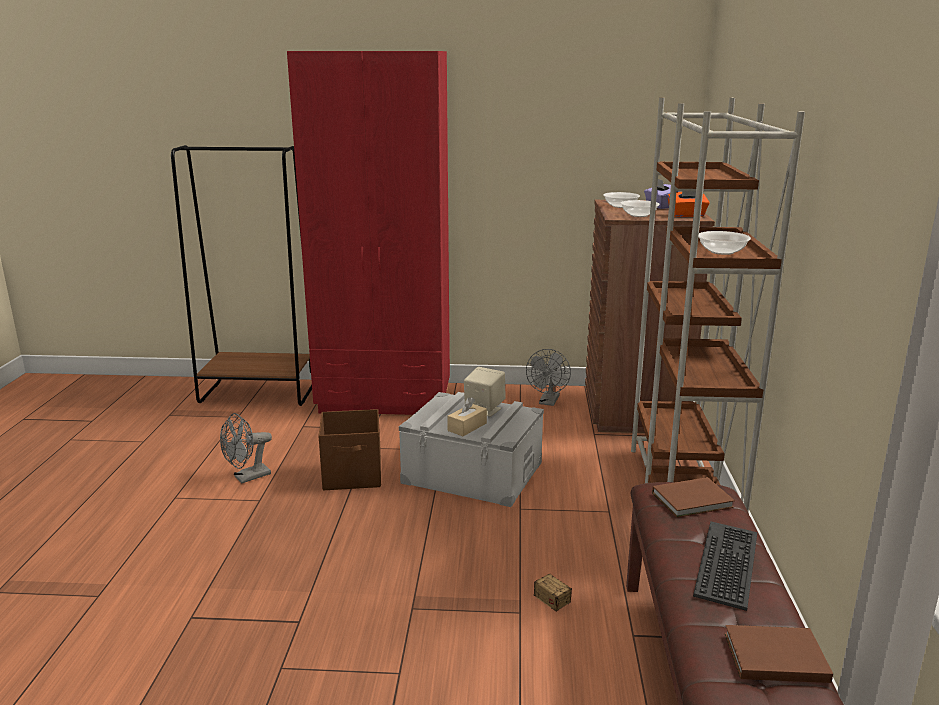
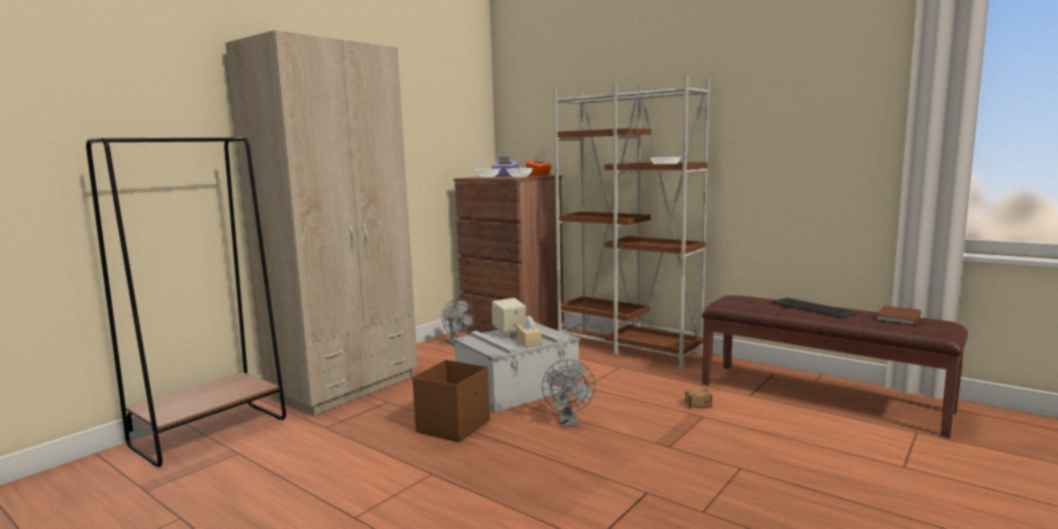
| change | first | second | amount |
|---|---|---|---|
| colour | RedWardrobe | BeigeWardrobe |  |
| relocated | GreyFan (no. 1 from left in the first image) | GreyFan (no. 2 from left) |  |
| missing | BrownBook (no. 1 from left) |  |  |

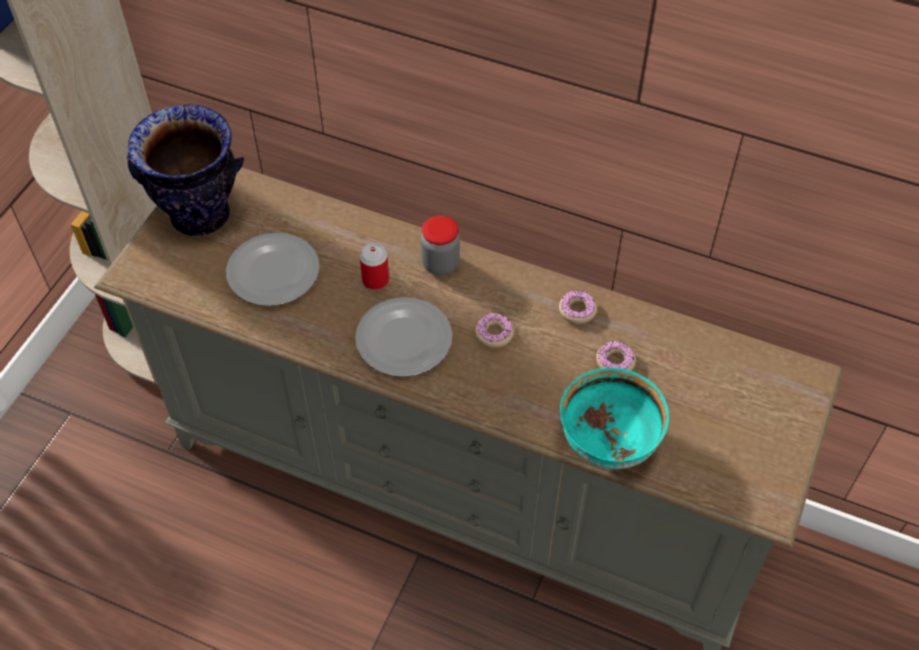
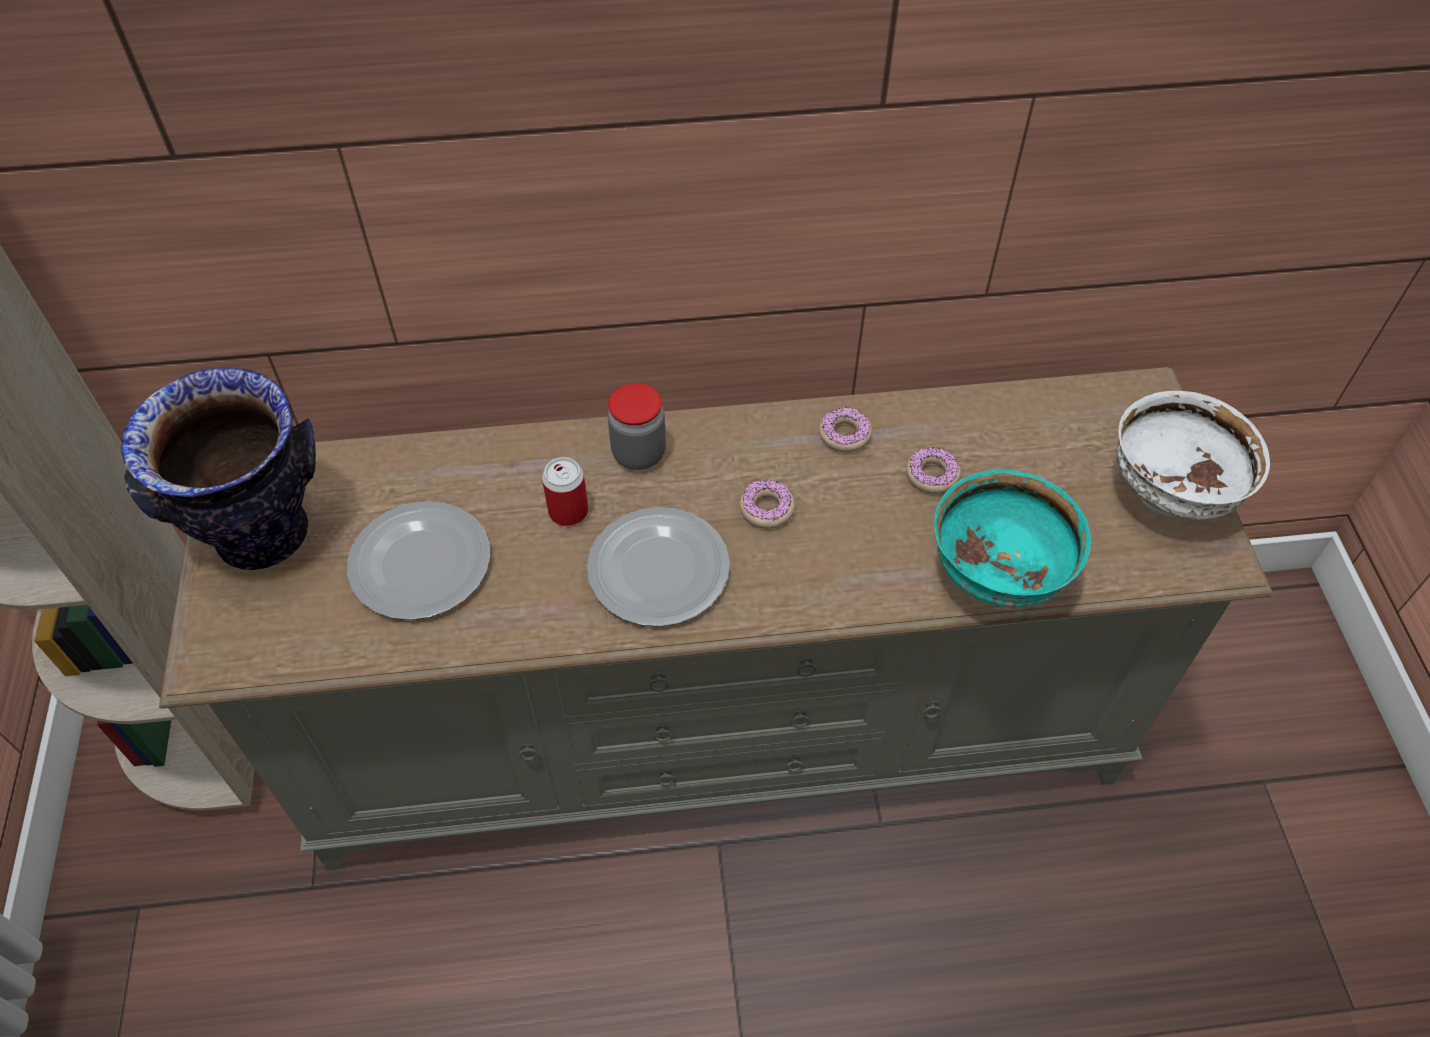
| change | first | second | amount |
|---|---|---|---|
| appeared |  | WhiteBowl |  |

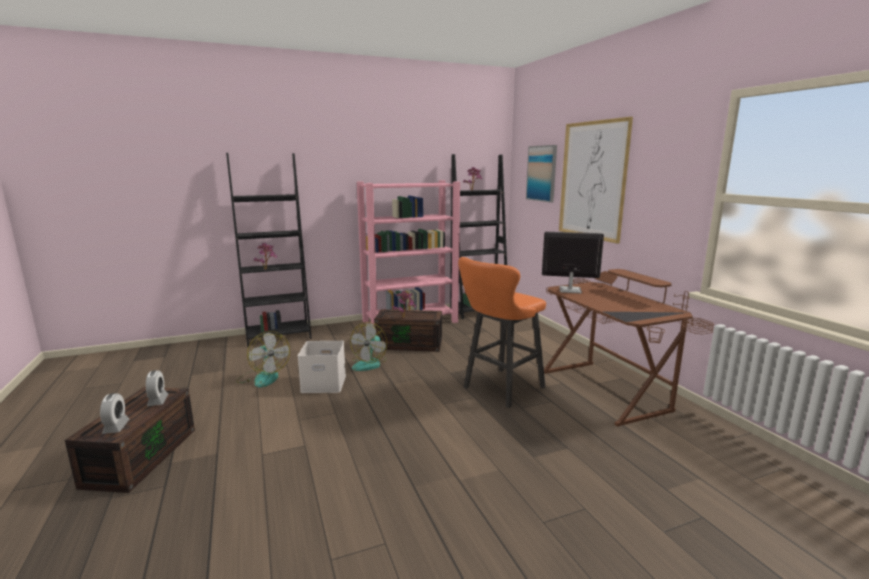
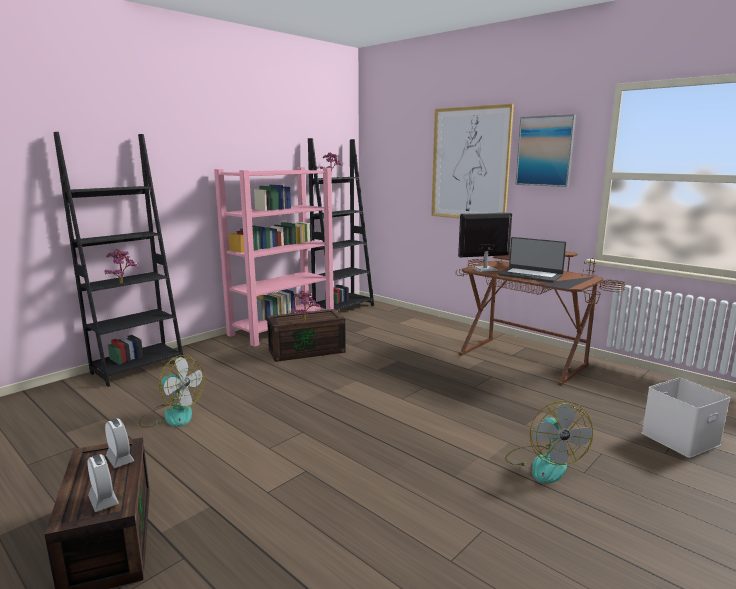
| change | first | second | amount |
|---|---|---|---|
| appeared |  | Laptop |  |
| relocated | Fan (no. 2 from left) |  |  |
| relocated | Picture (no. 1 from left in the first image) | Picture (no. 2 from left) |  |
| relocated | WhiteStorageBox |  |  |
| missing | OrangeStool |  |  |

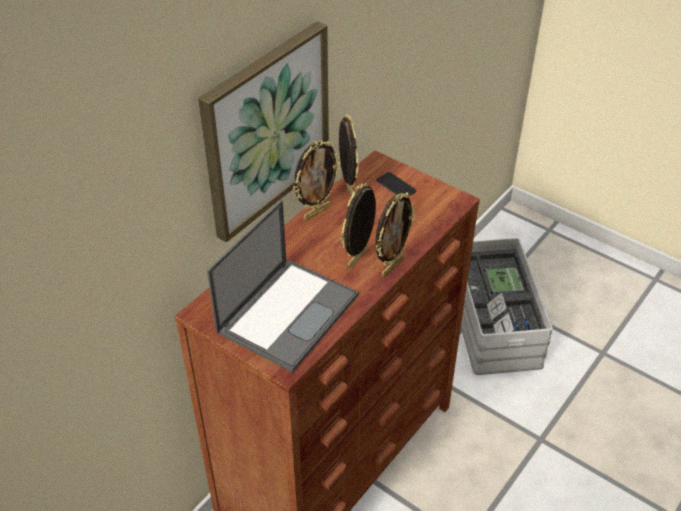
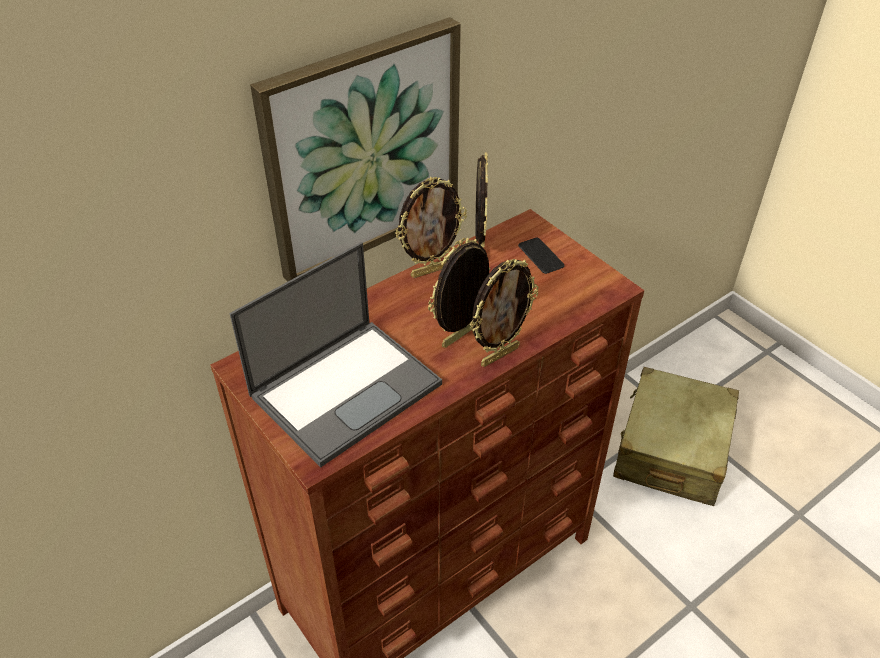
| change | first | second | amount |
|---|---|---|---|
| exchanged | GreyStorageBox | BeigeSuitcase |  |

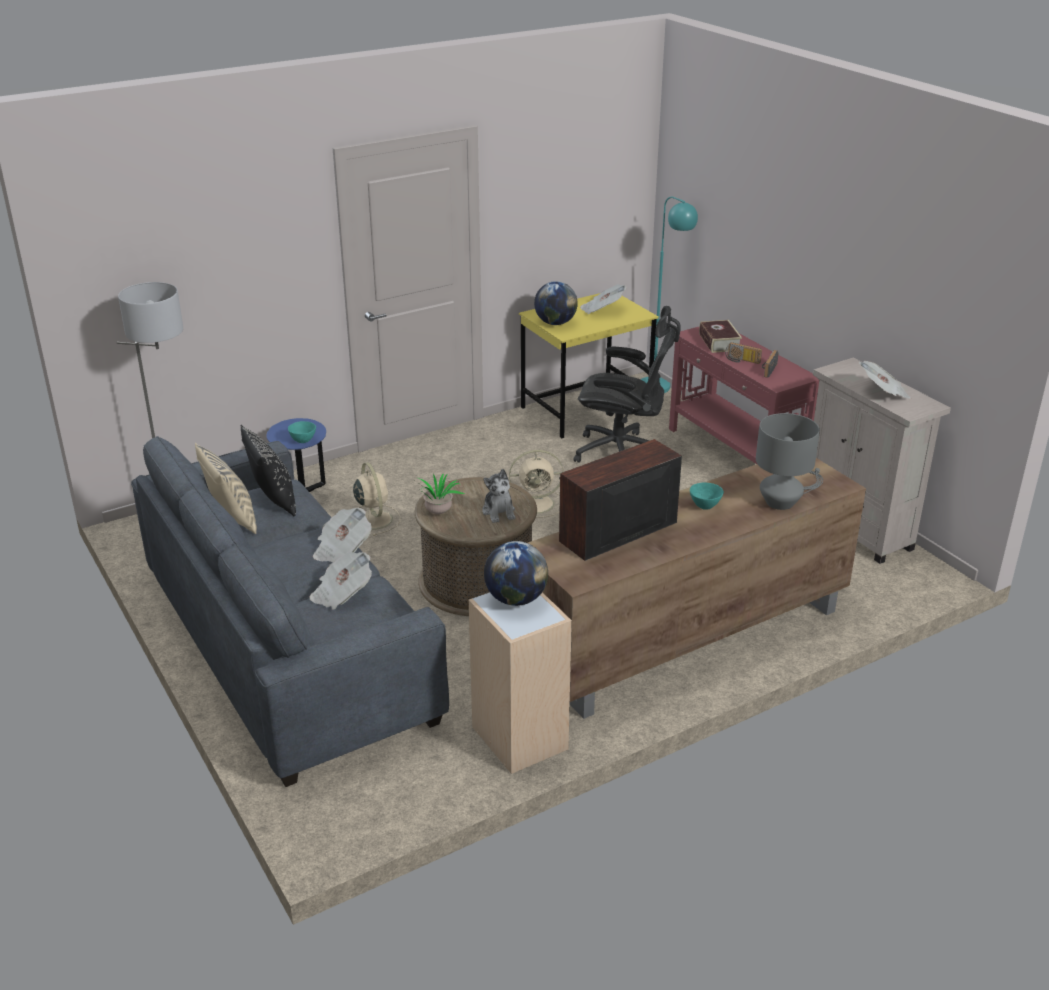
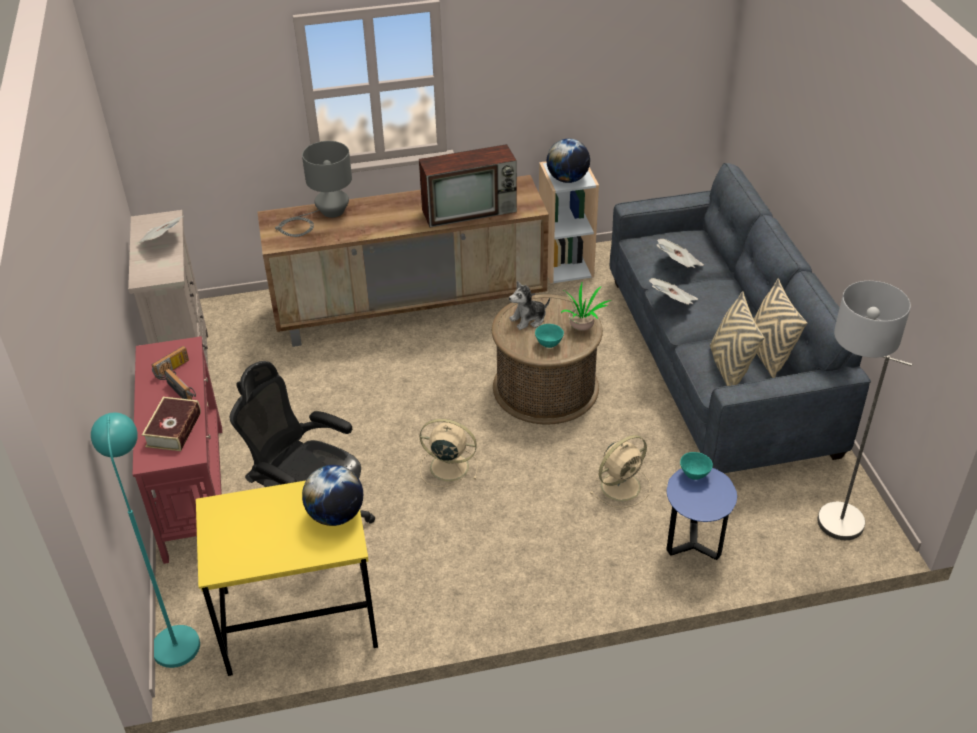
| change | first | second | amount |
|---|---|---|---|
| spun | PlushToy |  | 120 degrees counterclockwise |
| relocated | TurquoiseBowl (no. 2 from left in the first image) | TurquoiseBowl (no. 1 from left) |  |
| spun | BeigeFan (no. 1 from left in the first image) | BeigeFan (no. 2 from left) | 120 degrees counterclockwise |
| colour | BlackPillow | BeigePillow (no. 1 from left) |  |
| missing | Newspaper (no. 3 from left) |  |  |

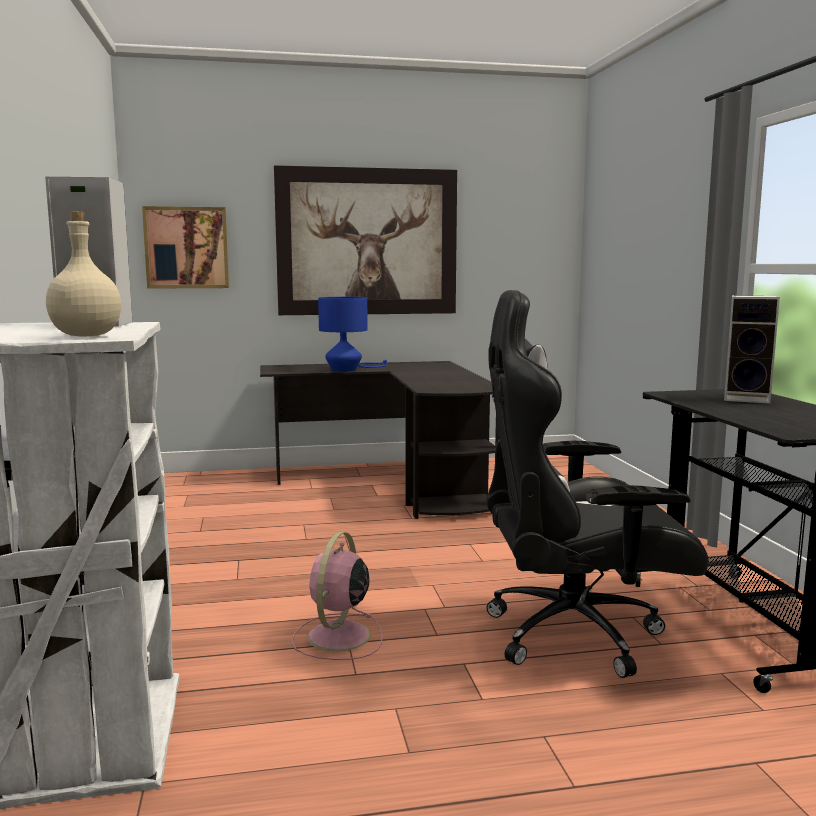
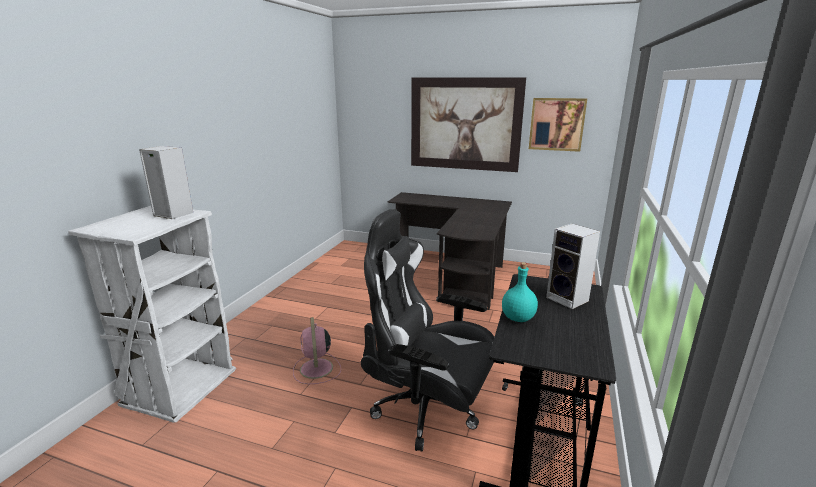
| change | first | second | amount |
|---|---|---|---|
| spun | PinkFan |  | 60 degrees counterclockwise |
| appeared |  | TurquoiseBottle |  |
| relocated | Picture (no. 1 from left in the first image) | Picture (no. 2 from left) |  |
| missing | BeigeBottle |  |  |
| missing | BlueTableLamp |  |  |

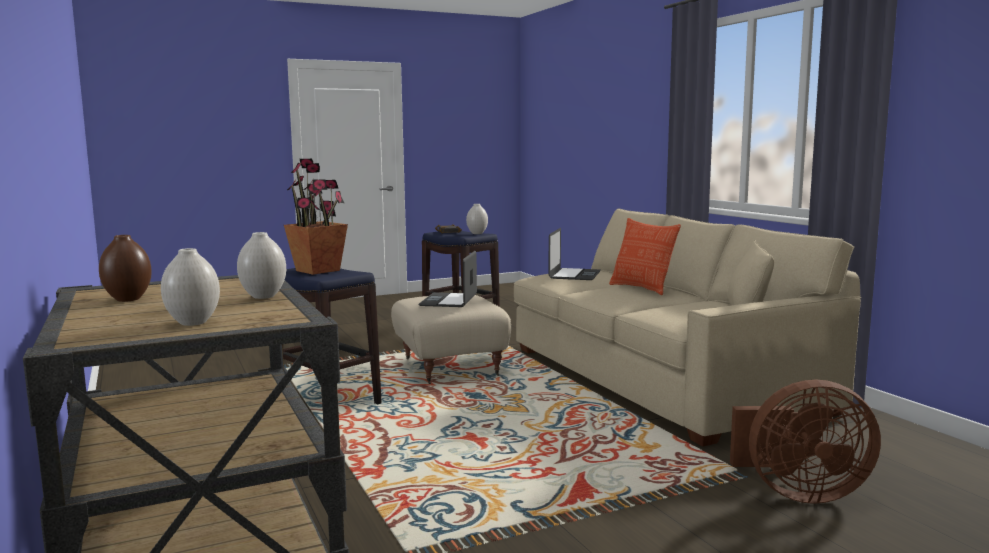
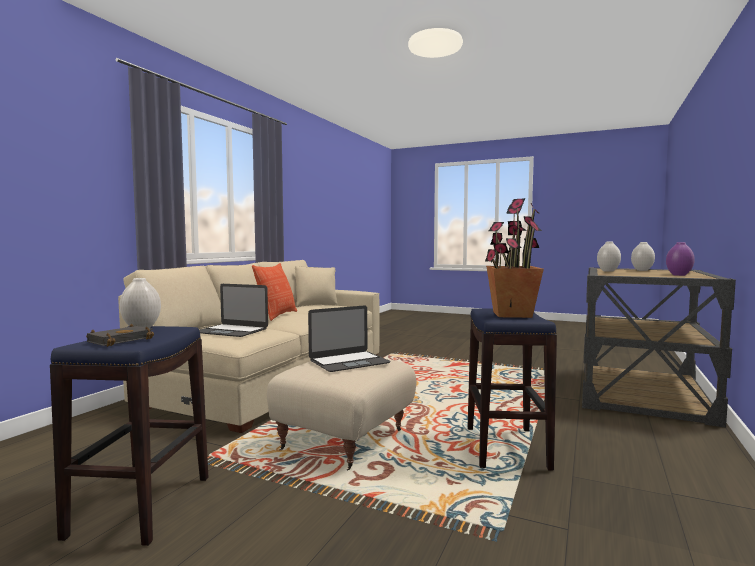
| change | first | second | amount |
|---|---|---|---|
| spun | Laptop (no. 2 from left in the first image) | Laptop (no. 1 from left) | 135 degrees counterclockwise |
| colour | BrownVase | PurpleVase |  |
| missing | BrownFan |  |  |

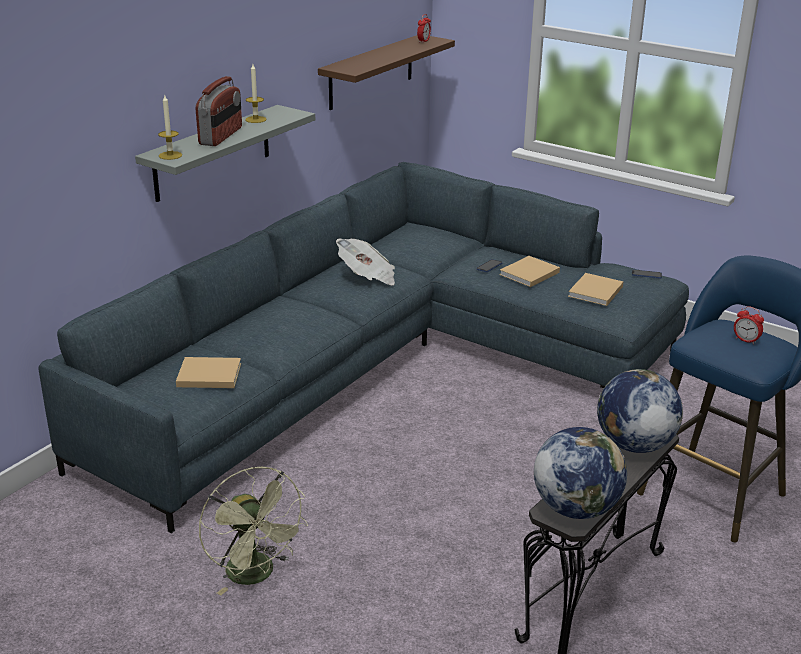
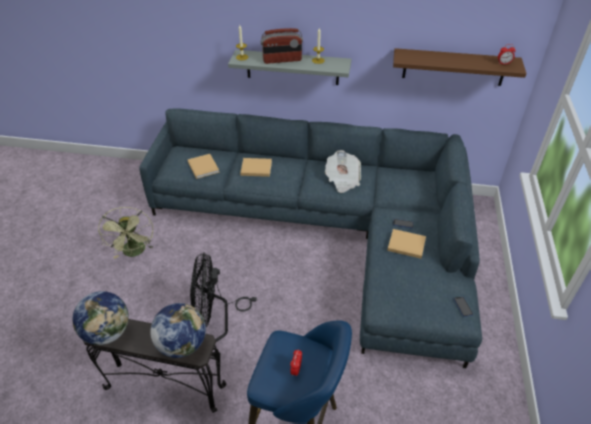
| change | first | second | amount |
|---|---|---|---|
| spun | GreenFan |  | 45 degrees counterclockwise |
| appeared |  | BlackFan |  |
| relocated | BeigeBook (no. 3 from left in the first image) | BeigeBook (no. 2 from left) |  |

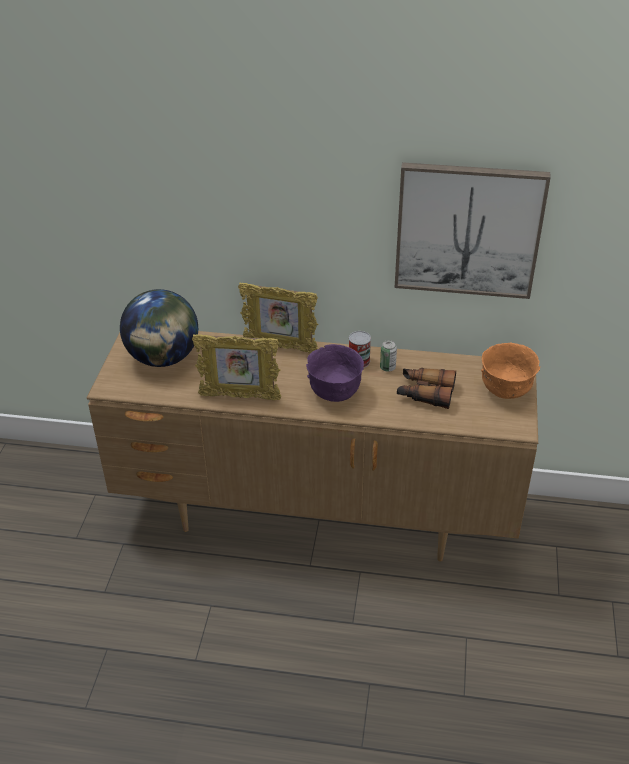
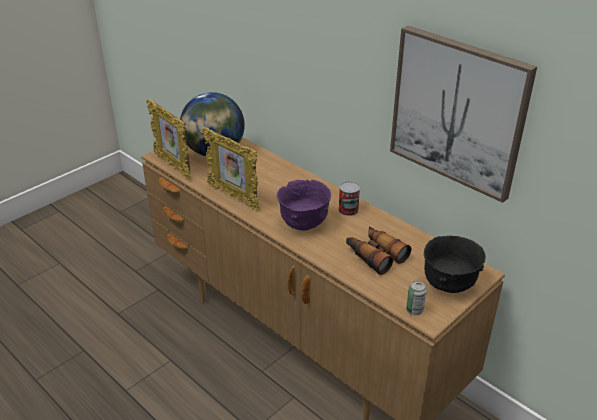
| change | first | second | amount |
|---|---|---|---|
| relocated | PictureFrame (no. 2 from left in the first image) | PictureFrame (no. 1 from left) |  |
| relocated | Can (no. 2 from left) |  |  |
| colour | OrangeBowl | BlackBowl |  |

